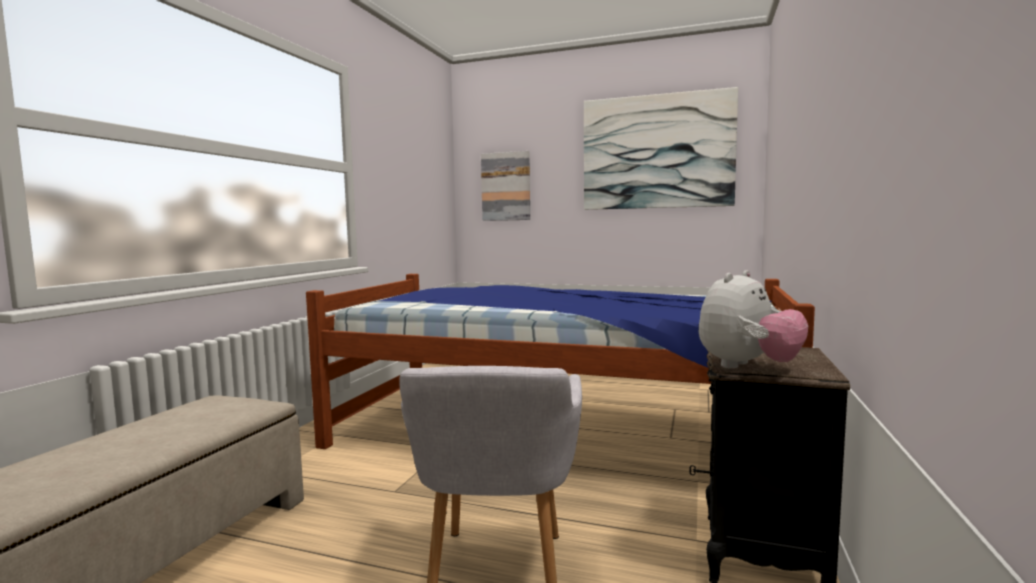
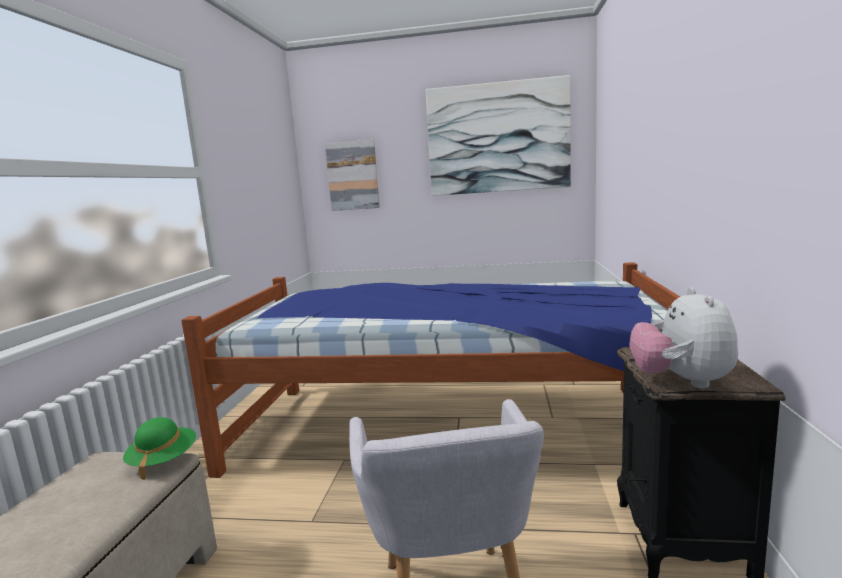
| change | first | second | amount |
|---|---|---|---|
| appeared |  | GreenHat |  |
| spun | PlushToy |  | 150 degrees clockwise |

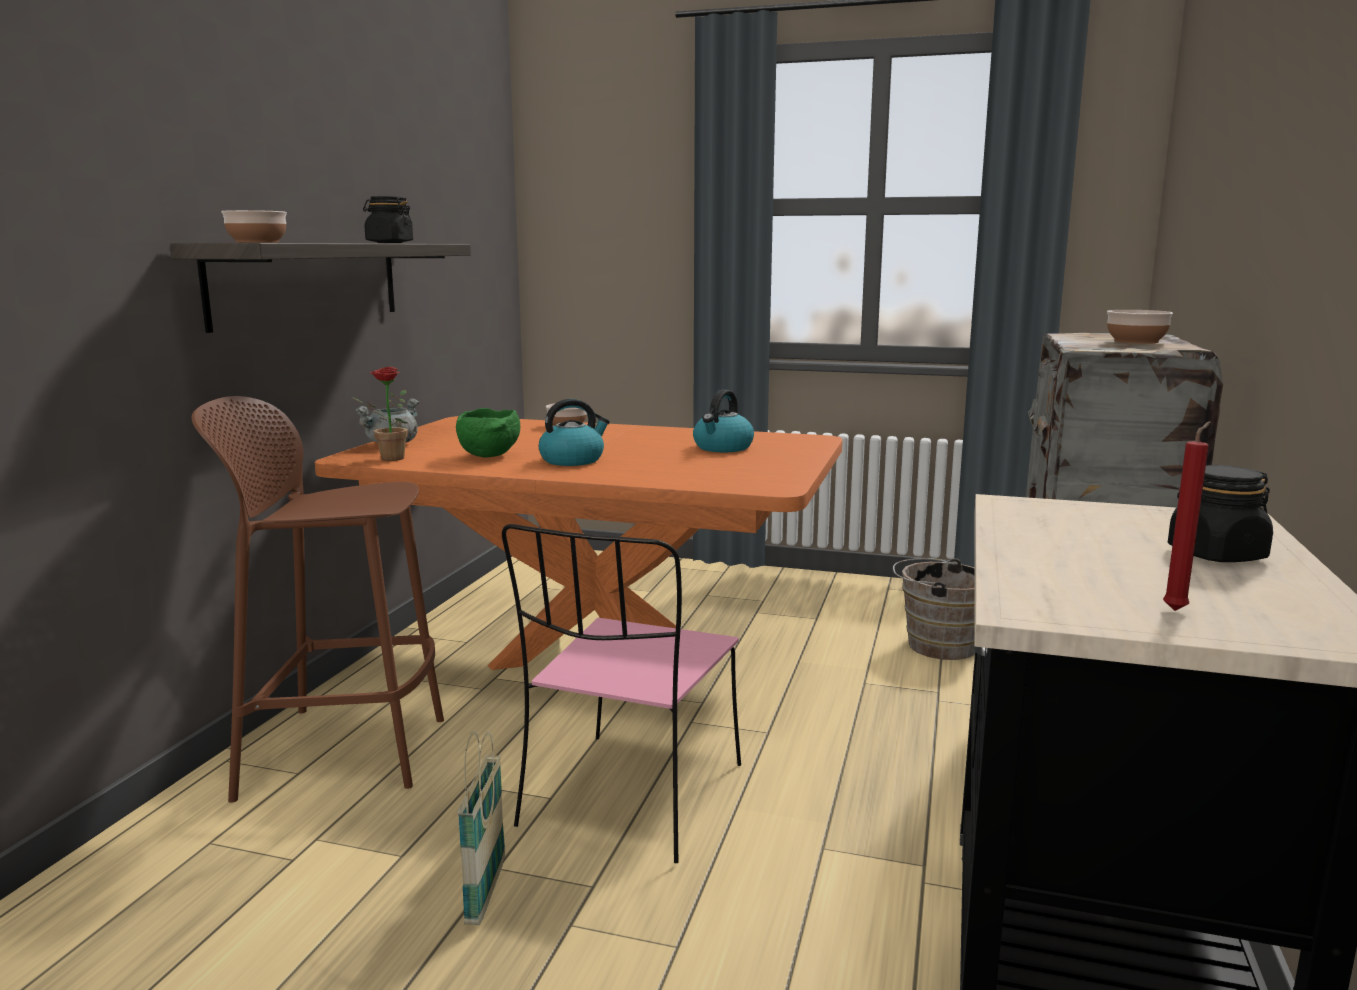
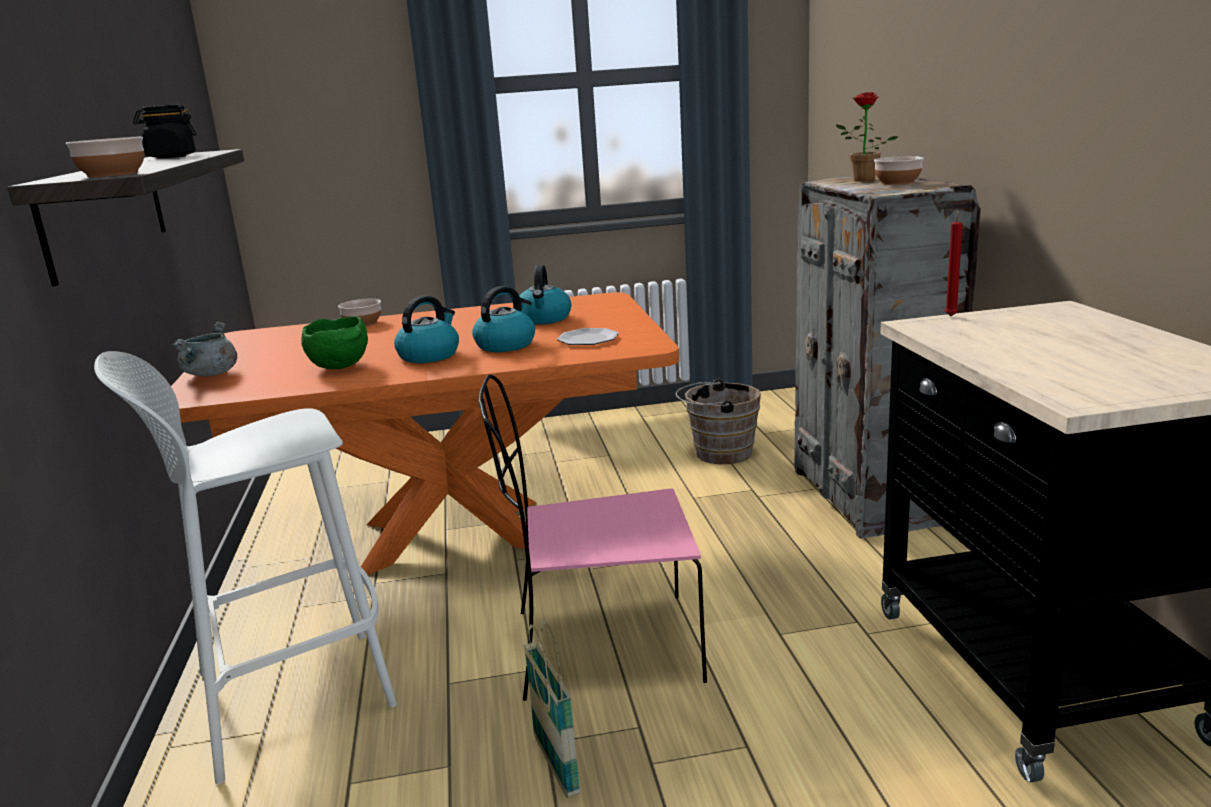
| change | first | second | amount |
|---|---|---|---|
| colour | BrownStool | WhiteStool |  |
| appeared |  | Kettle (no. 2 from left) |  |
| spun | PinkChair |  | 90 degrees clockwise |
| appeared |  | Plate |  |
| relocated | PottedPlant |  |  |
| relocated | RedCandle |  |  |
| missing | BlackJar (no. 2 from left) |  |  |

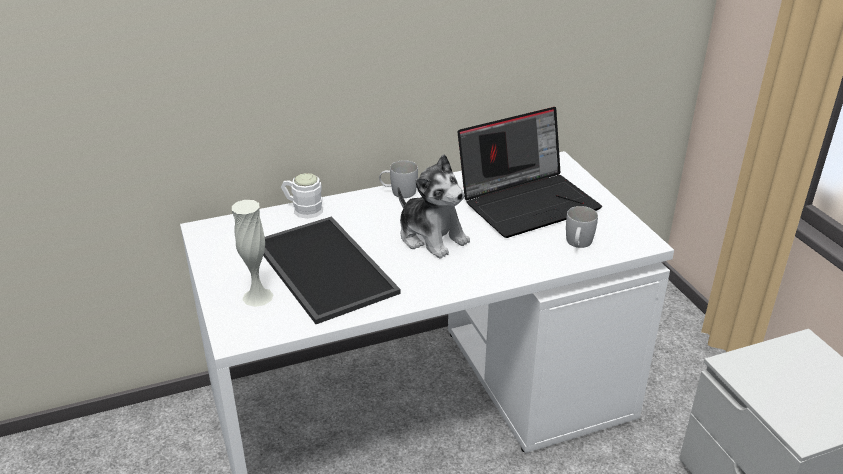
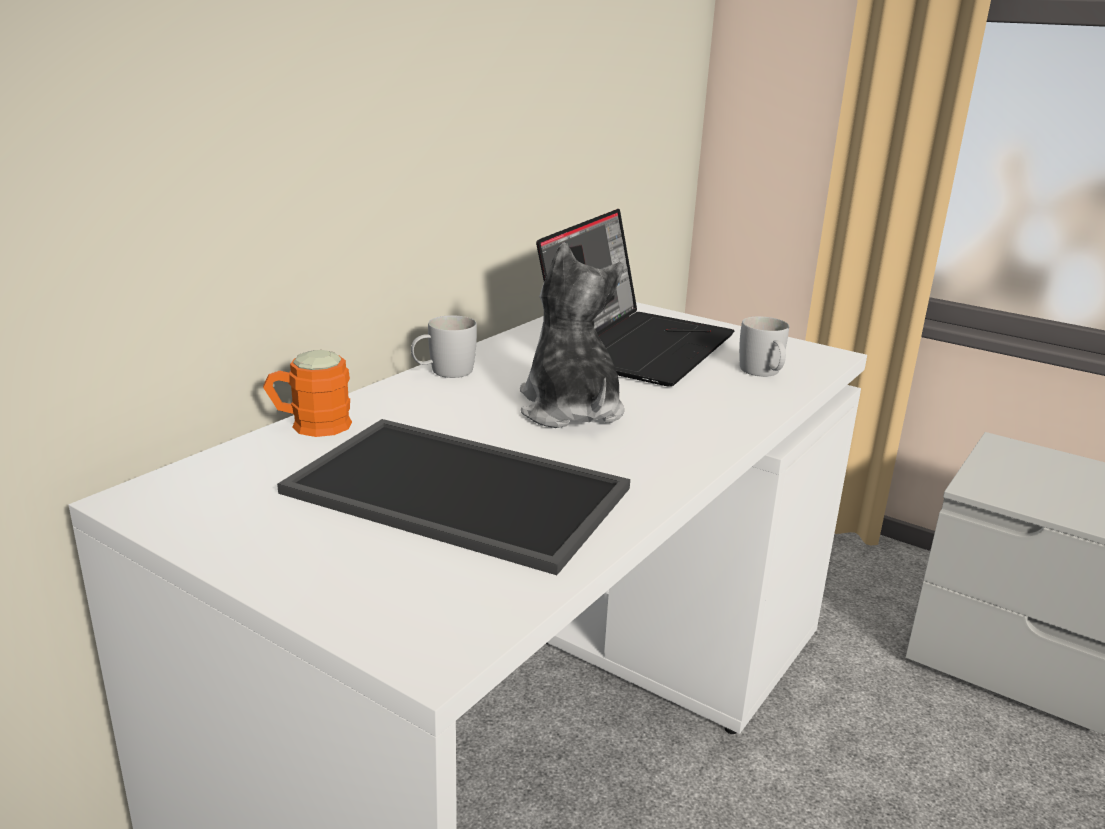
| change | first | second | amount |
|---|---|---|---|
| colour | WhiteMug (no. 1 from left) | OrangeMug |  |
| spun | PlushToy |  | 120 degrees counterclockwise |
| missing | WhiteVase |  |  |

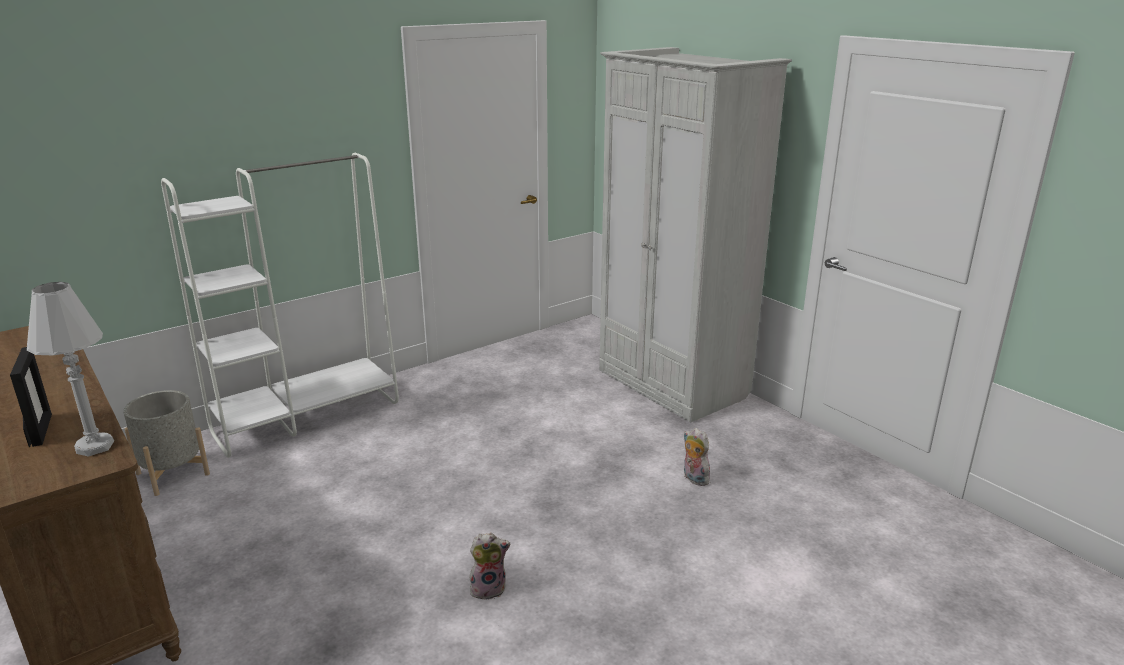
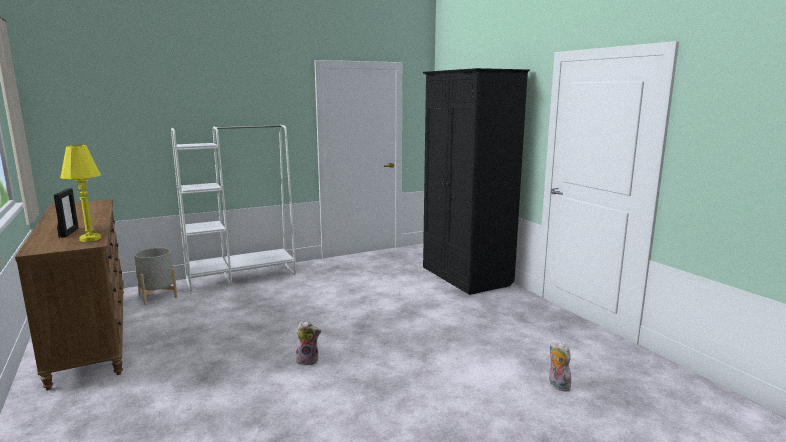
| change | first | second | amount |
|---|---|---|---|
| colour | WhiteTableLamp | YellowTableLamp |  |
| colour | WhiteWardrobe | BlackWardrobe |  |
| relocated | PlushToy (no. 2 from left) |  |  |

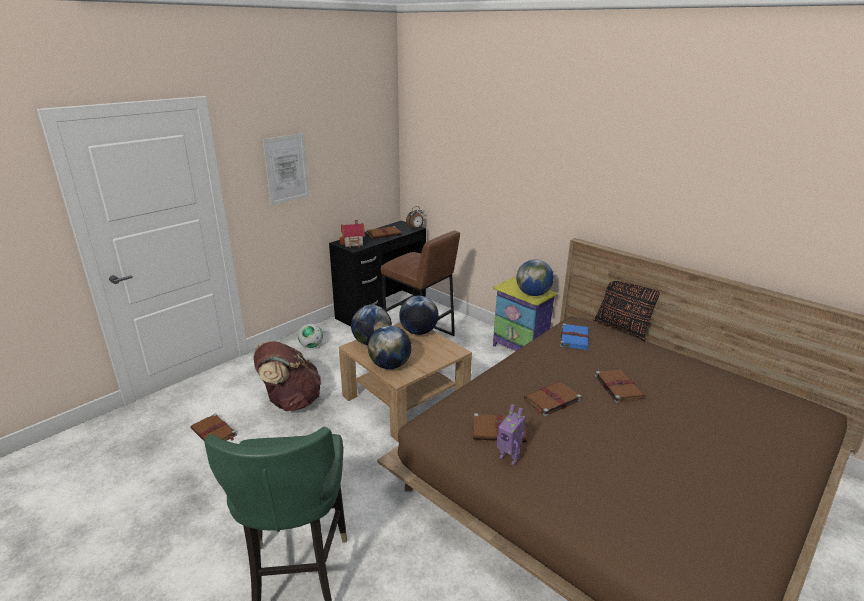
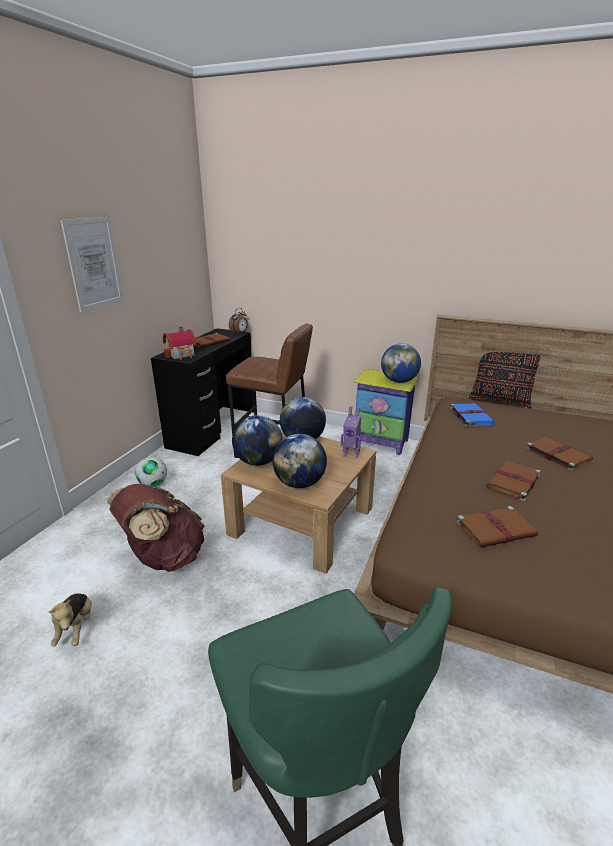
| change | first | second | amount |
|---|---|---|---|
| exchanged | BrownBook (no. 1 from left) | PlushToy |  |
| relocated | ToyRobot |  |  |

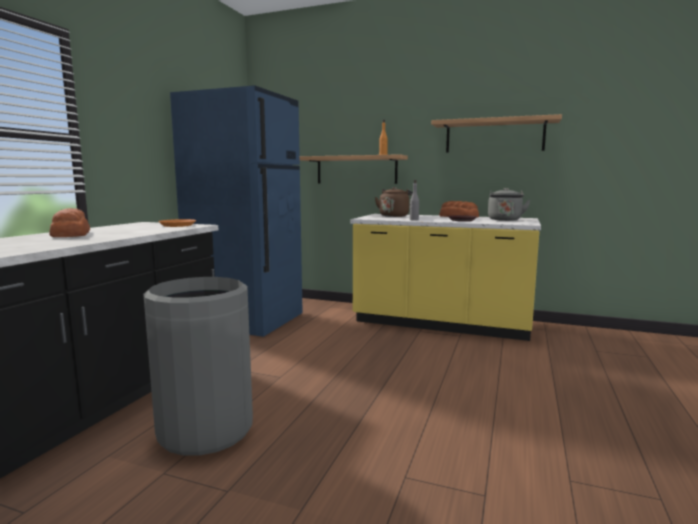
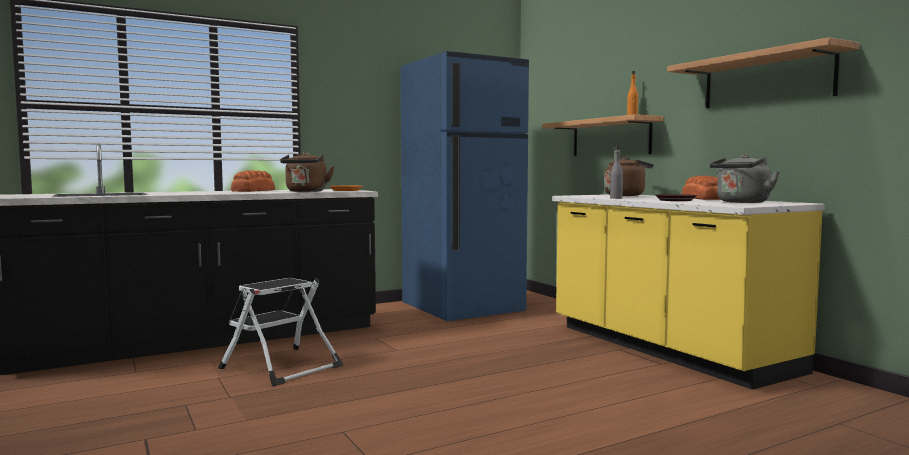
| change | first | second | amount |
|---|---|---|---|
| exchanged | GreyTrashCan | StepLadder |  |
| appeared |  | BrownKettle (no. 1 from left) |  |

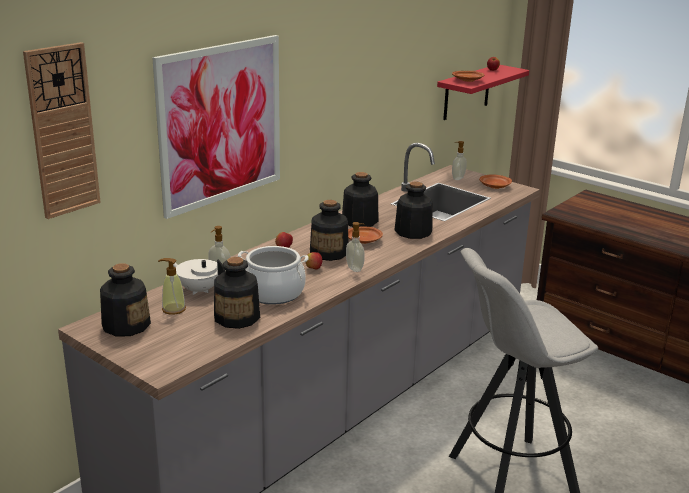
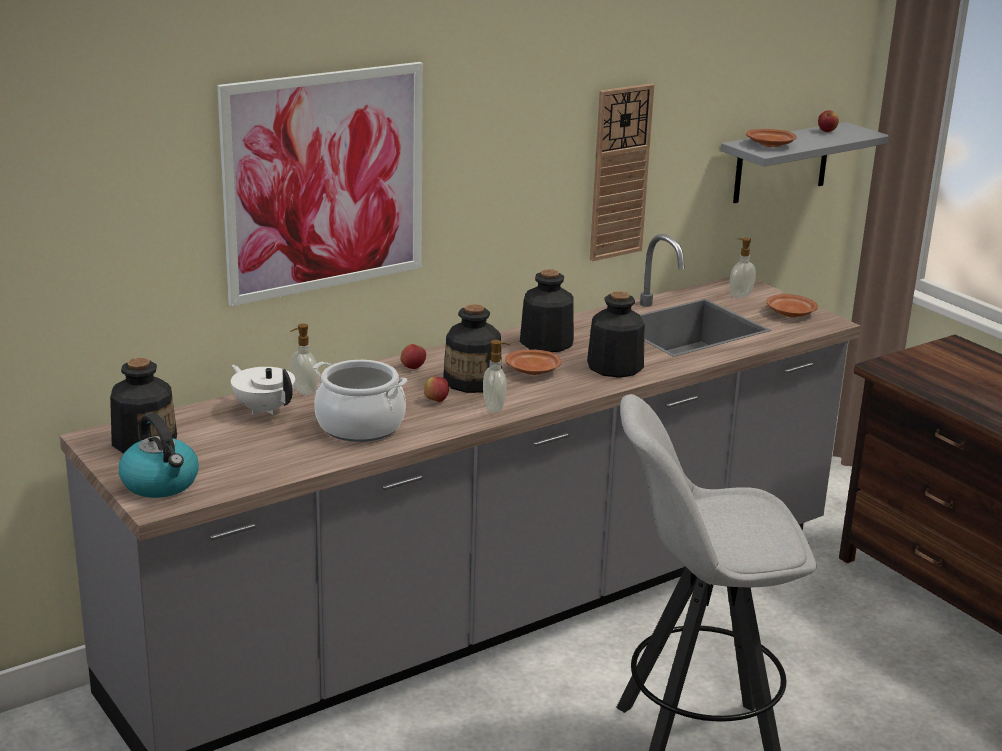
| change | first | second | amount |
|---|---|---|---|
| appeared |  | Kettle |  |
| relocated | WallClock |  |  |
| colour | RedShelf | GreyShelf |  |
| missing | SoapDispenser (no. 1 from left) |  |  |
| missing | Bottle (no. 2 from left) |  |  |

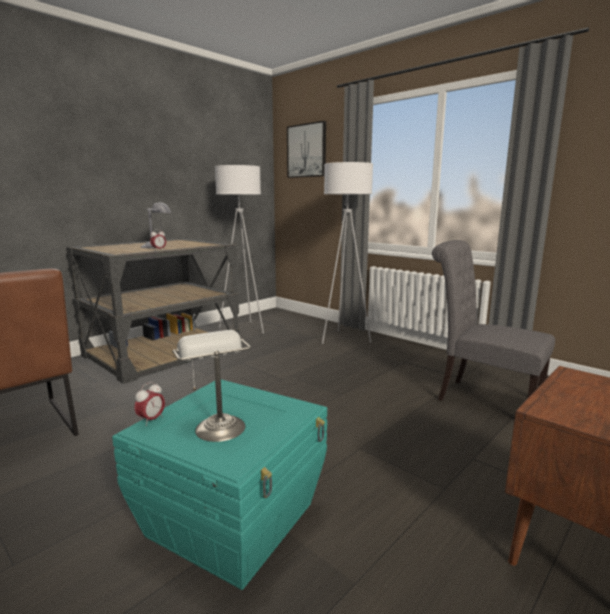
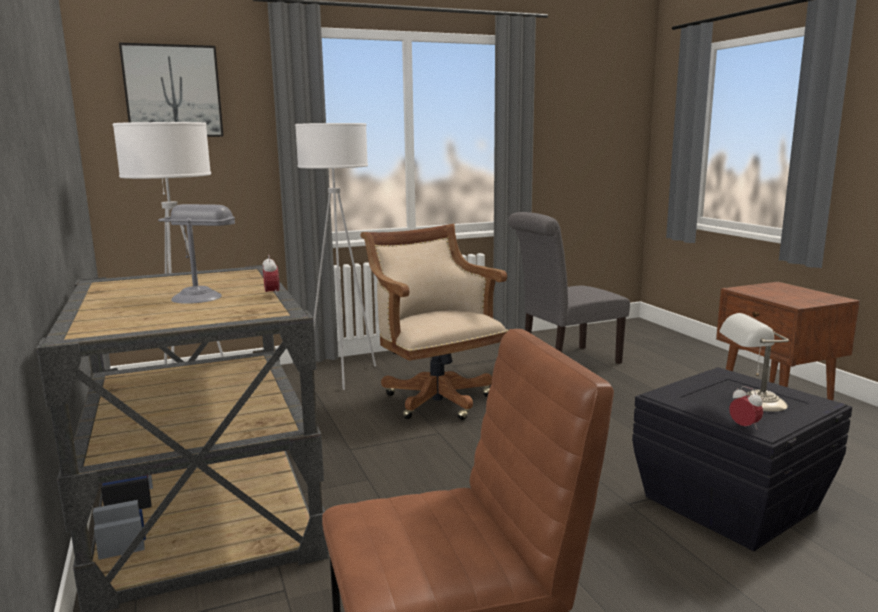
| change | first | second | amount |
|---|---|---|---|
| appeared |  | OfficeChair |  |
| colour | TurquoiseStorageBox | BlackStorageBox |  |

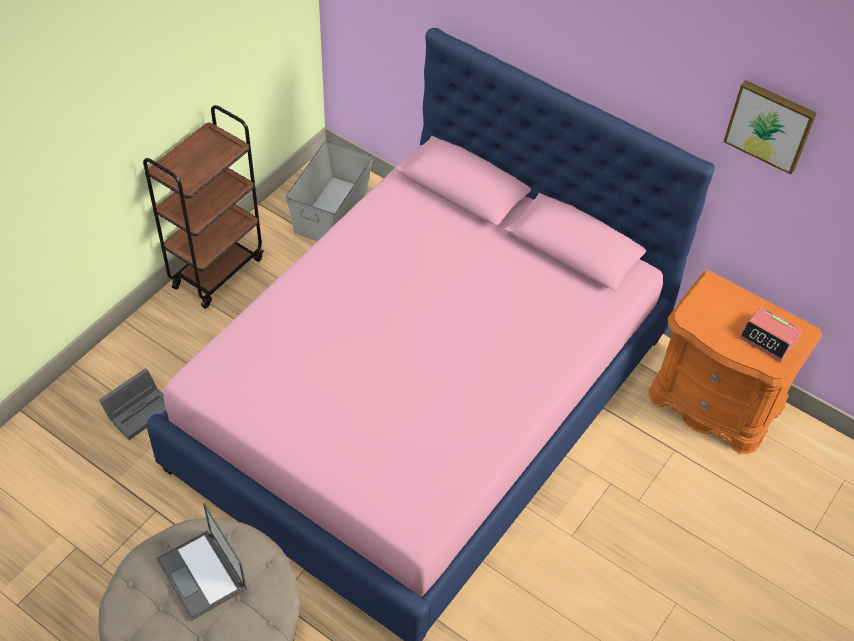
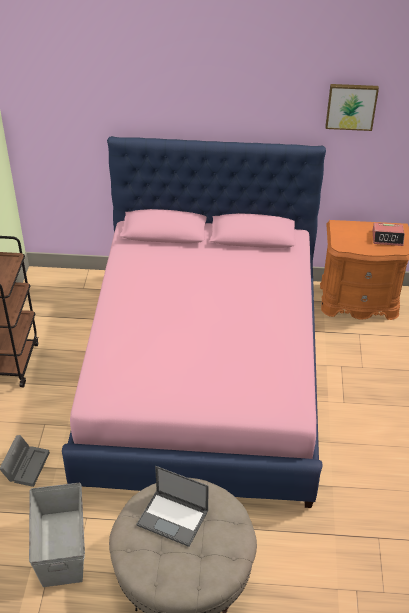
| change | first | second | amount |
|---|---|---|---|
| relocated | GreyStorageBox (no. 2 from left) |  |  |

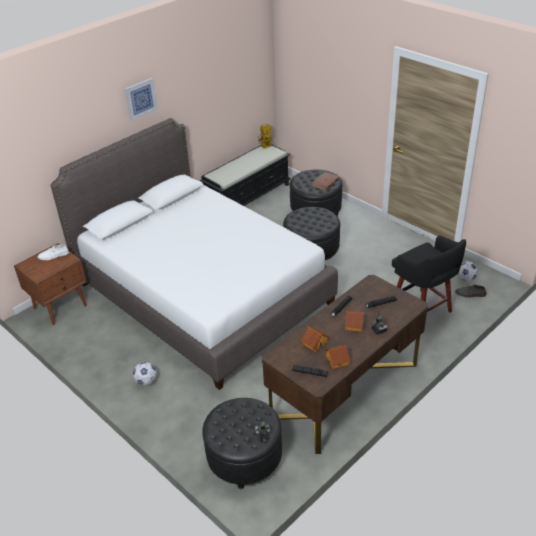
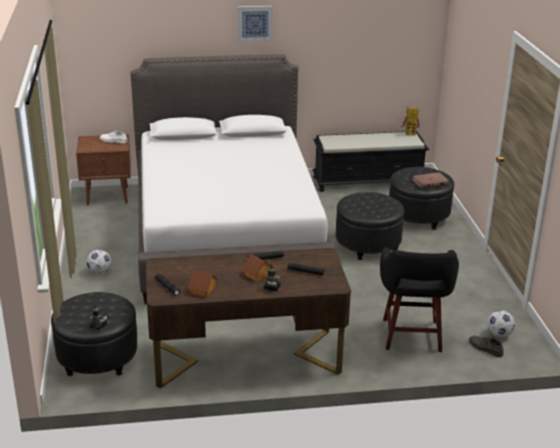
| change | first | second | amount |
|---|---|---|---|
| missing | ToyHouse (no. 1 from left) |  |  |

